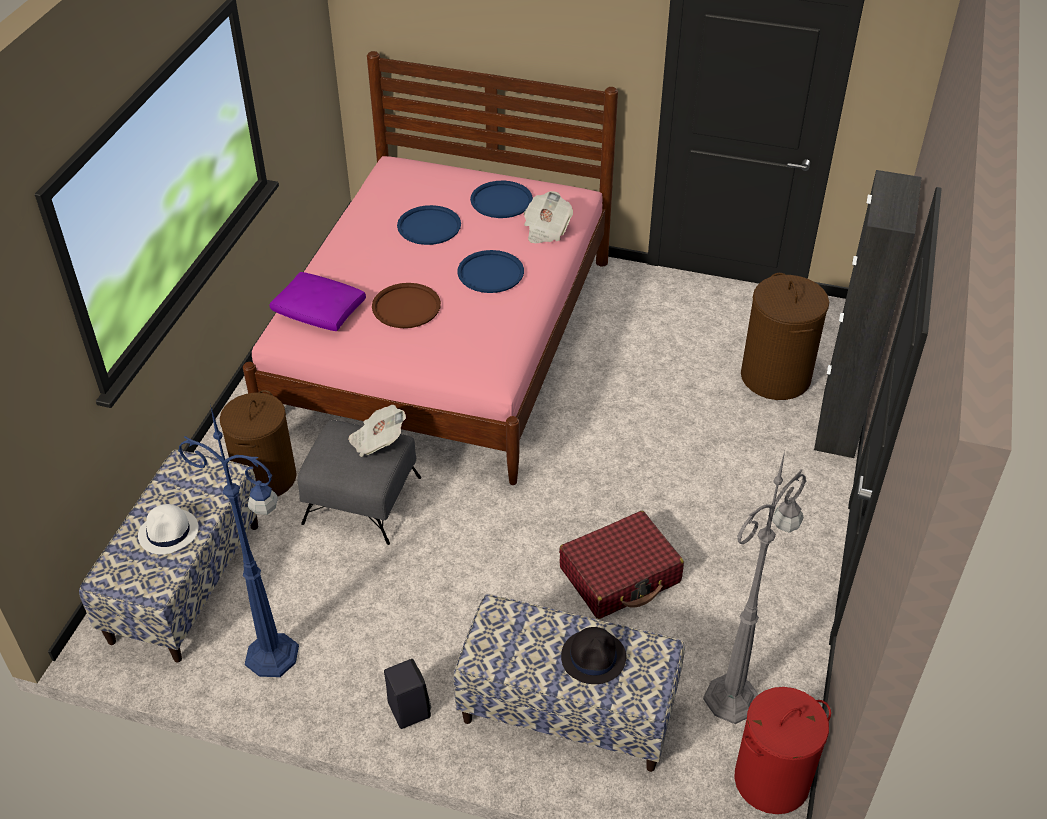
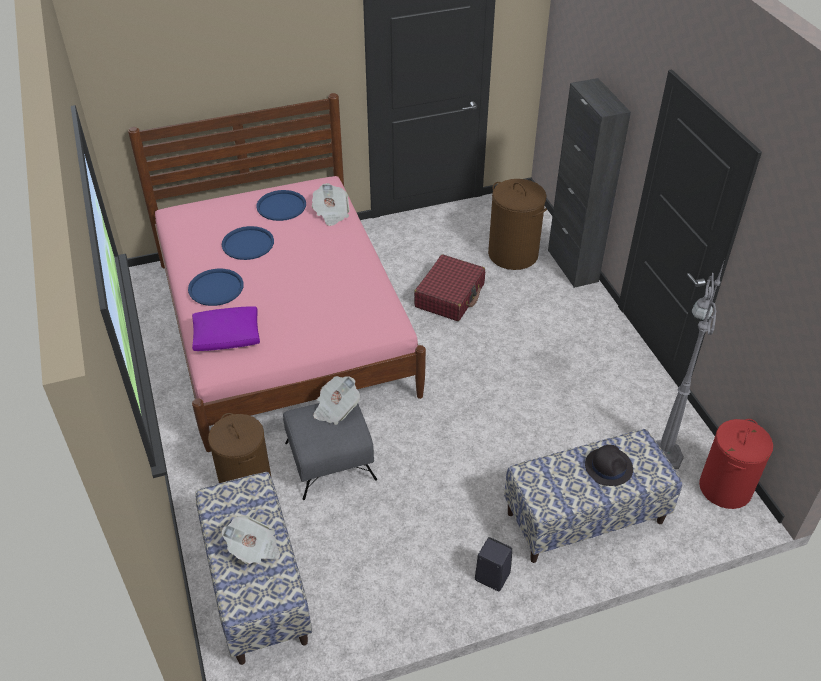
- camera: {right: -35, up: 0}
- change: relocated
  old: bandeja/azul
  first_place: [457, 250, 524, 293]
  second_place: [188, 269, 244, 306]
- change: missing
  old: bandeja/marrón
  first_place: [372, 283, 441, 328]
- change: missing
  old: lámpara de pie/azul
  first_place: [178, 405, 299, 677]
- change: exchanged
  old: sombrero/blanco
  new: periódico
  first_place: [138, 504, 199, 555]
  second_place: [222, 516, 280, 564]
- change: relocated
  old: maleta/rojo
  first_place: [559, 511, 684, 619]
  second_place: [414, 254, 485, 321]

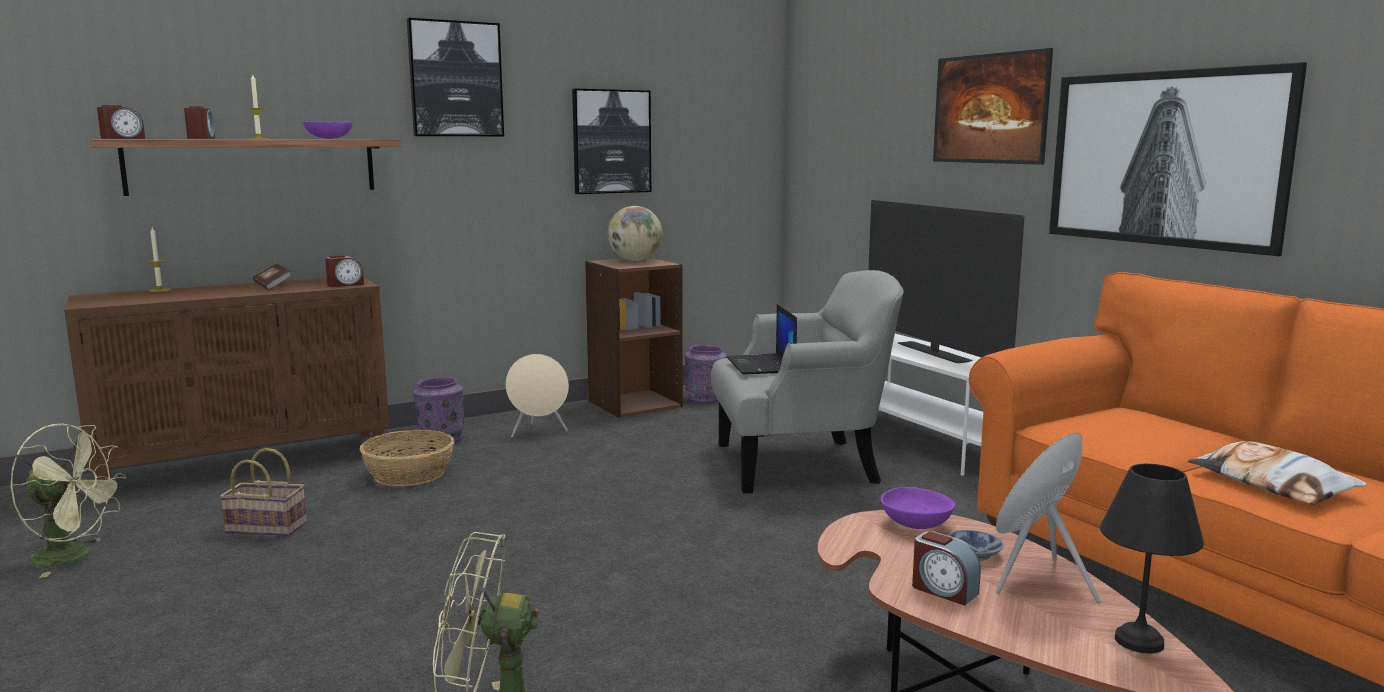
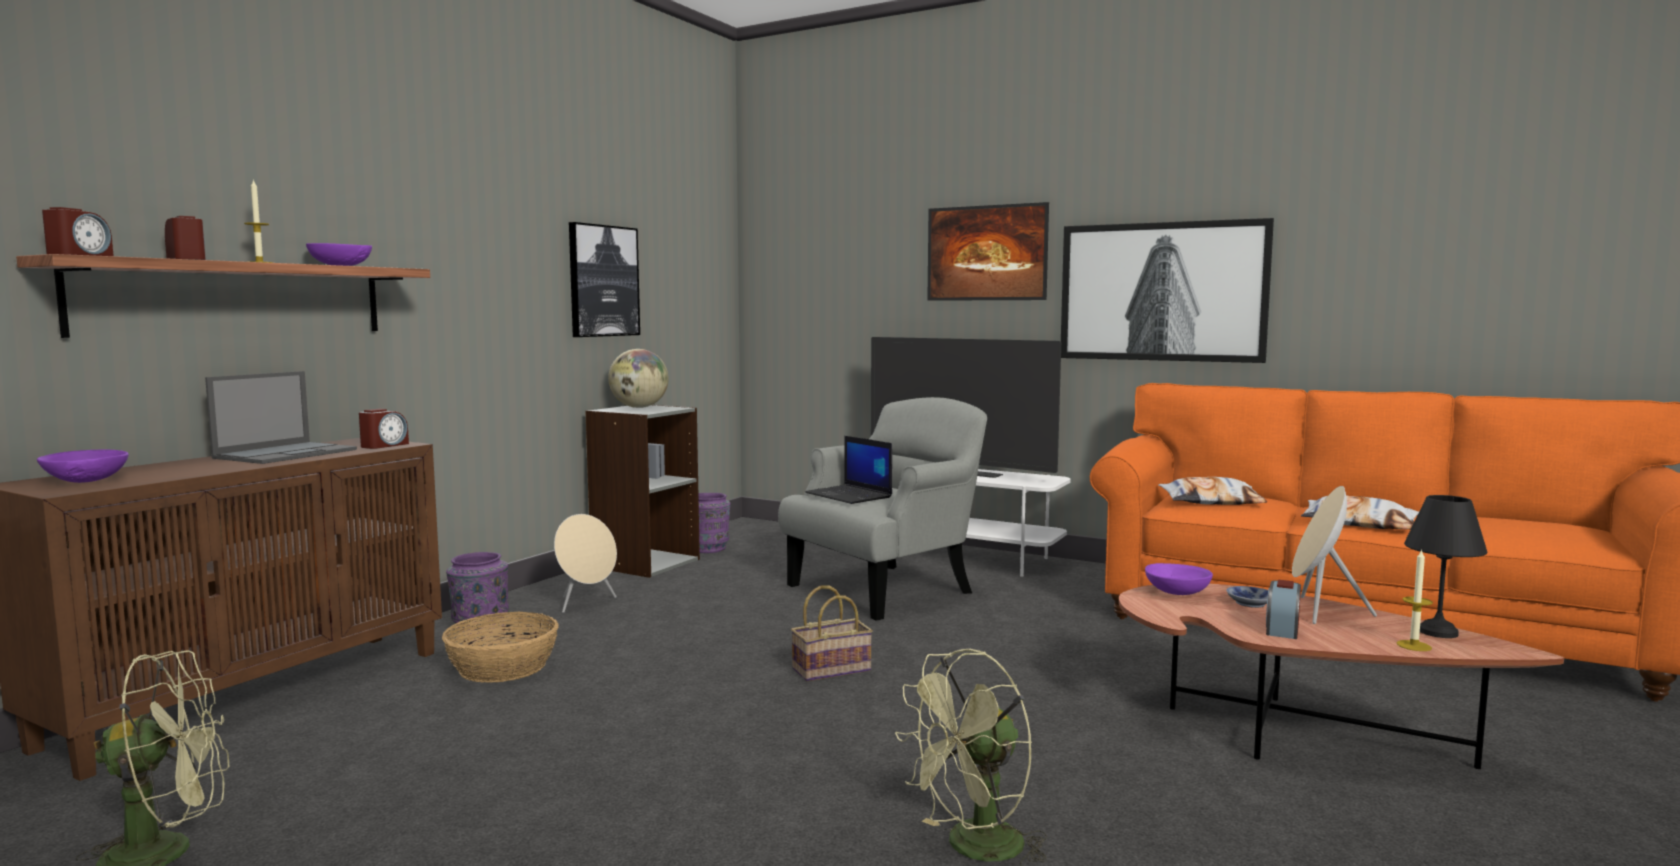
- camera: {right: -30, up: -5}
- change: missing
  old: cuadro
  first_place: [407, 18, 504, 136]
- change: relocated
  old: vela
  first_place: [147, 228, 171, 292]
  second_place: [1396, 549, 1433, 651]
- change: colour
  old: estantería/marrón
  new: estantería/gris
  first_place: [585, 257, 683, 418]
  second_place: [585, 405, 700, 578]
- change: exchanged
  old: libro
  new: portátil
  first_place: [253, 264, 292, 290]
  second_place: [205, 371, 357, 464]
- change: relocated
  old: cesta
  first_place: [220, 448, 307, 536]
  second_place: [791, 585, 873, 682]
- change: spun
  old: despertador
  first_place: [912, 531, 981, 606]
  second_place: [1266, 580, 1301, 639]
  degrees: 105
- change: appeared
  new: cuenco/morado
  second_place: [37, 450, 129, 483]
- change: appeared
  new: cojín
  second_place: [1158, 477, 1267, 505]

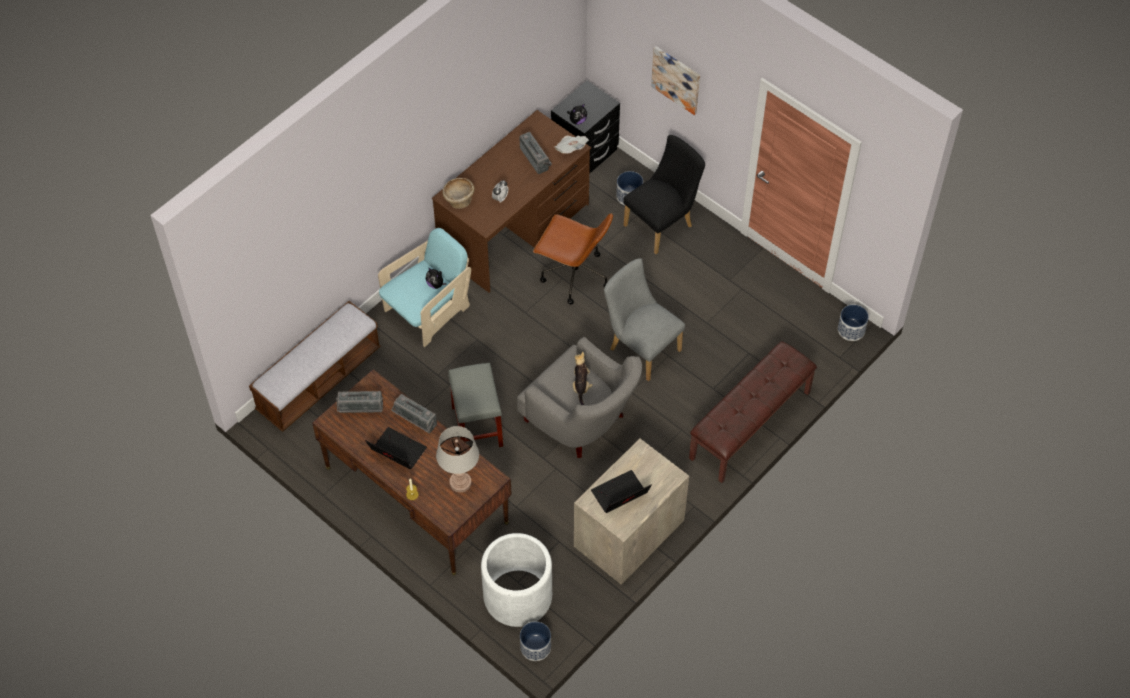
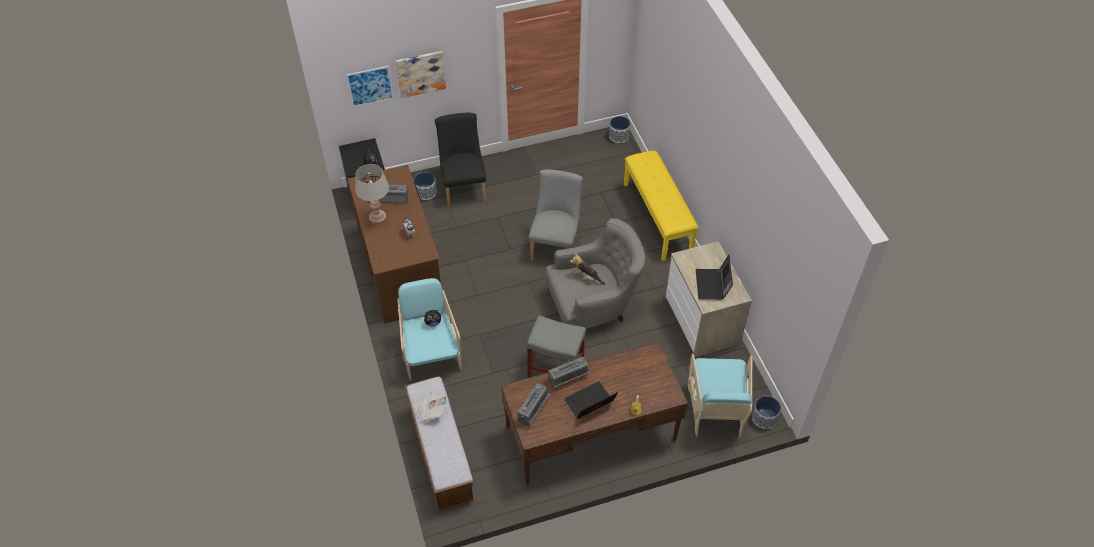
- camera: {right: -60, up: -5}
- change: relocated
  old: periódico
  first_place: [554, 135, 589, 154]
  second_place: [415, 391, 448, 422]
- change: missing
  old: cuenco/beis
  first_place: [442, 178, 475, 209]
- change: missing
  old: silla de oficina/marrón
  first_place: [533, 213, 613, 304]
- change: spun
  old: silla/gris
  first_place: [604, 258, 685, 381]
  second_place: [529, 169, 583, 261]
  degrees: 120
- change: colour
  old: banco/marrón
  new: banco/amarillo
  first_place: [689, 341, 817, 483]
  second_place: [624, 151, 698, 261]
- change: relocated
  old: lámpara de mesa/gris
  first_place: [436, 426, 479, 492]
  second_place: [355, 164, 389, 225]
- change: exchanged
  old: maceta/blanco
  new: sillón/turquesa
  first_place: [481, 533, 552, 627]
  second_place: [688, 354, 752, 438]
- change: appeared
  new: cuadro
  second_place: [346, 66, 394, 107]

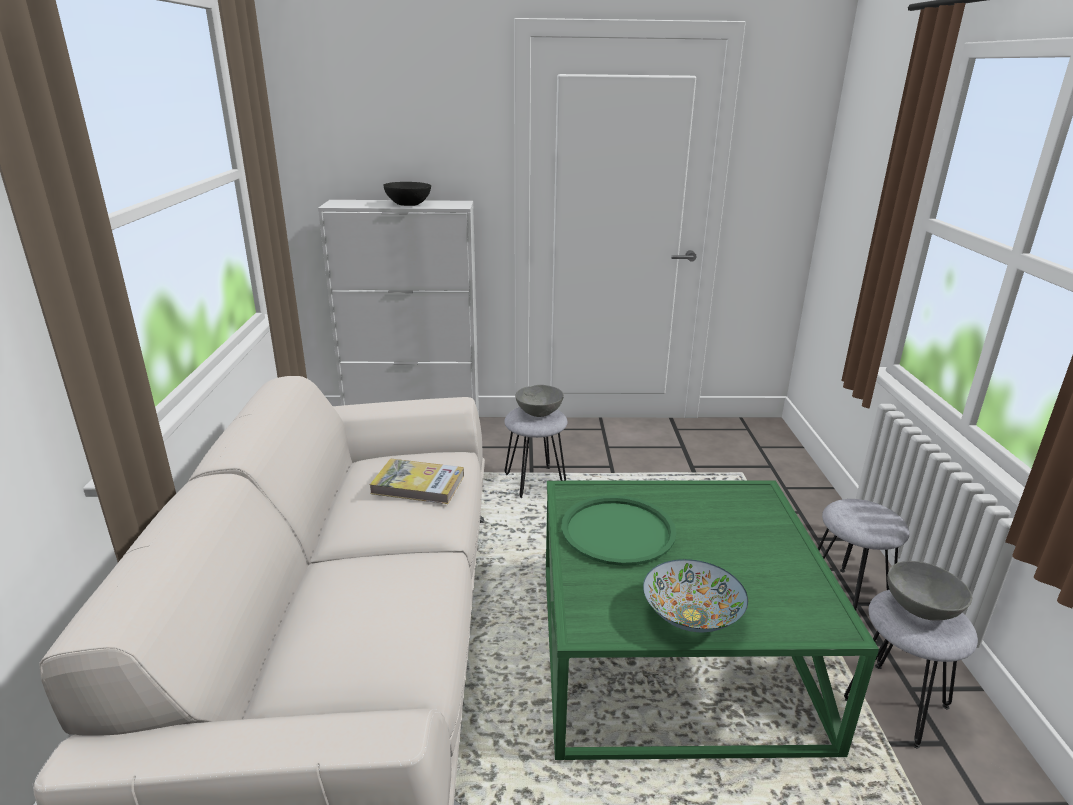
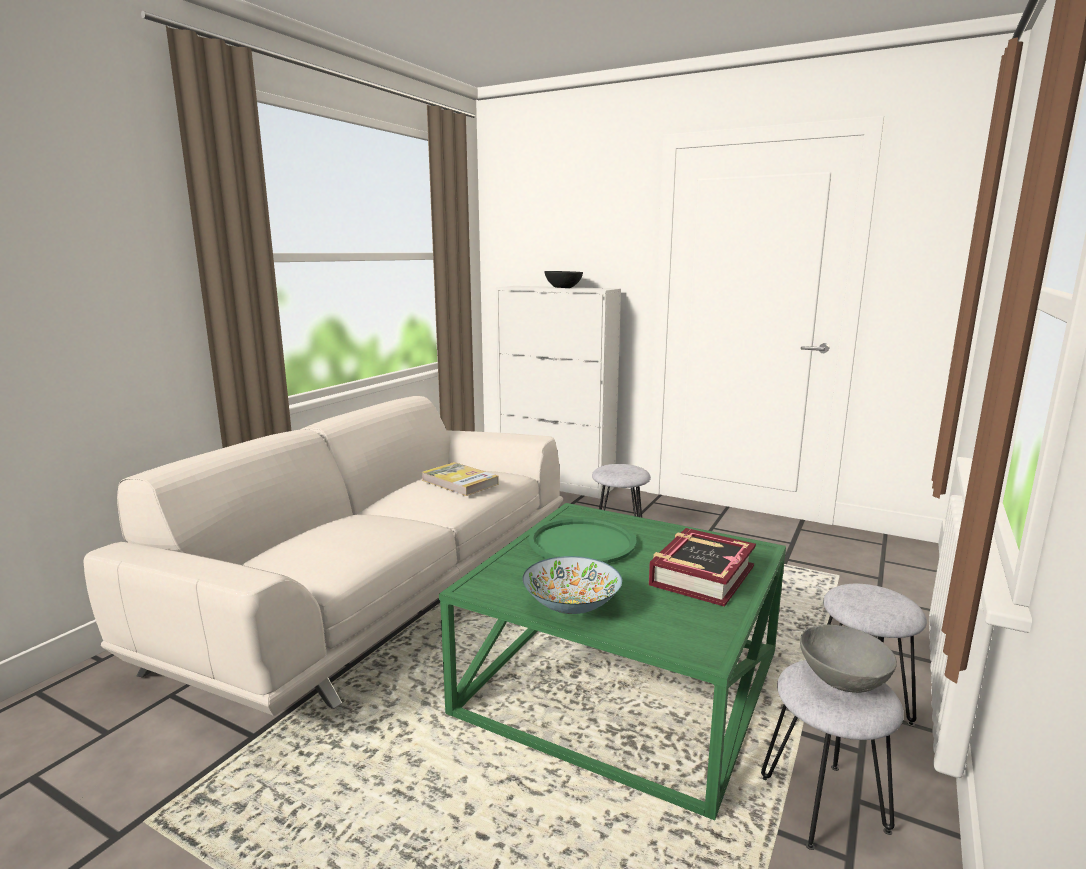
- camera: {right: 30, up: -10}
- change: missing
  old: cuenco/gris
  first_place: [515, 385, 564, 417]
- change: appeared
  new: libro
  second_place: [649, 528, 756, 607]

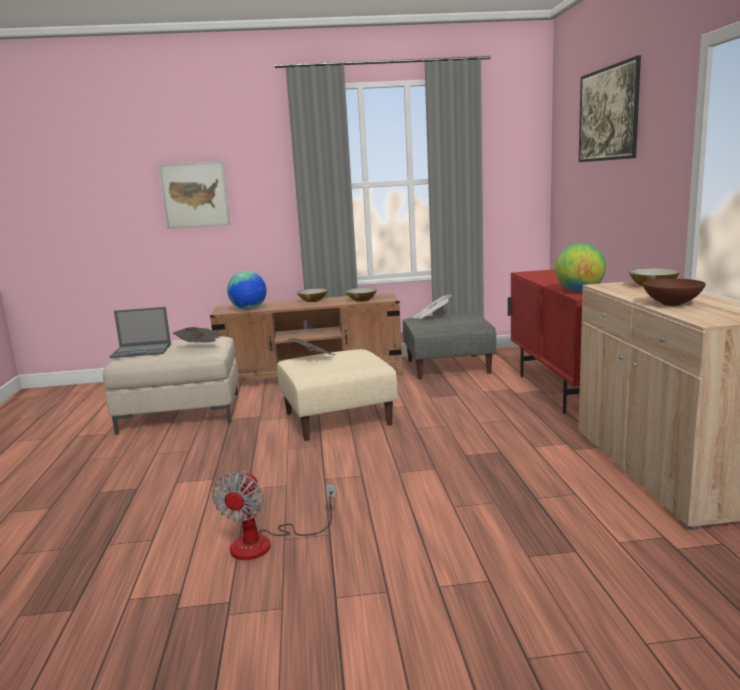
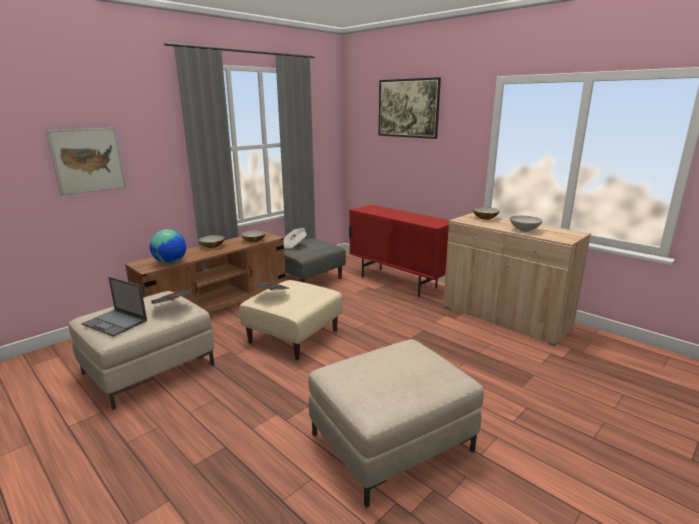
- camera: {right: -40, up: 5}
- change: missing
  old: globo terráqueo
  first_place: [555, 243, 606, 292]
- change: colour
  old: cuenco/marrón
  new: cuenco/blanco
  first_place: [642, 278, 706, 306]
  second_place: [510, 216, 543, 232]
- change: spun
  old: portátil
  first_place: [109, 307, 171, 358]
  second_place: [82, 277, 147, 337]
  degrees: 75
- change: exchanged
  old: ventilador
  new: puf/beis
  first_place: [212, 471, 337, 560]
  second_place: [308, 339, 484, 508]

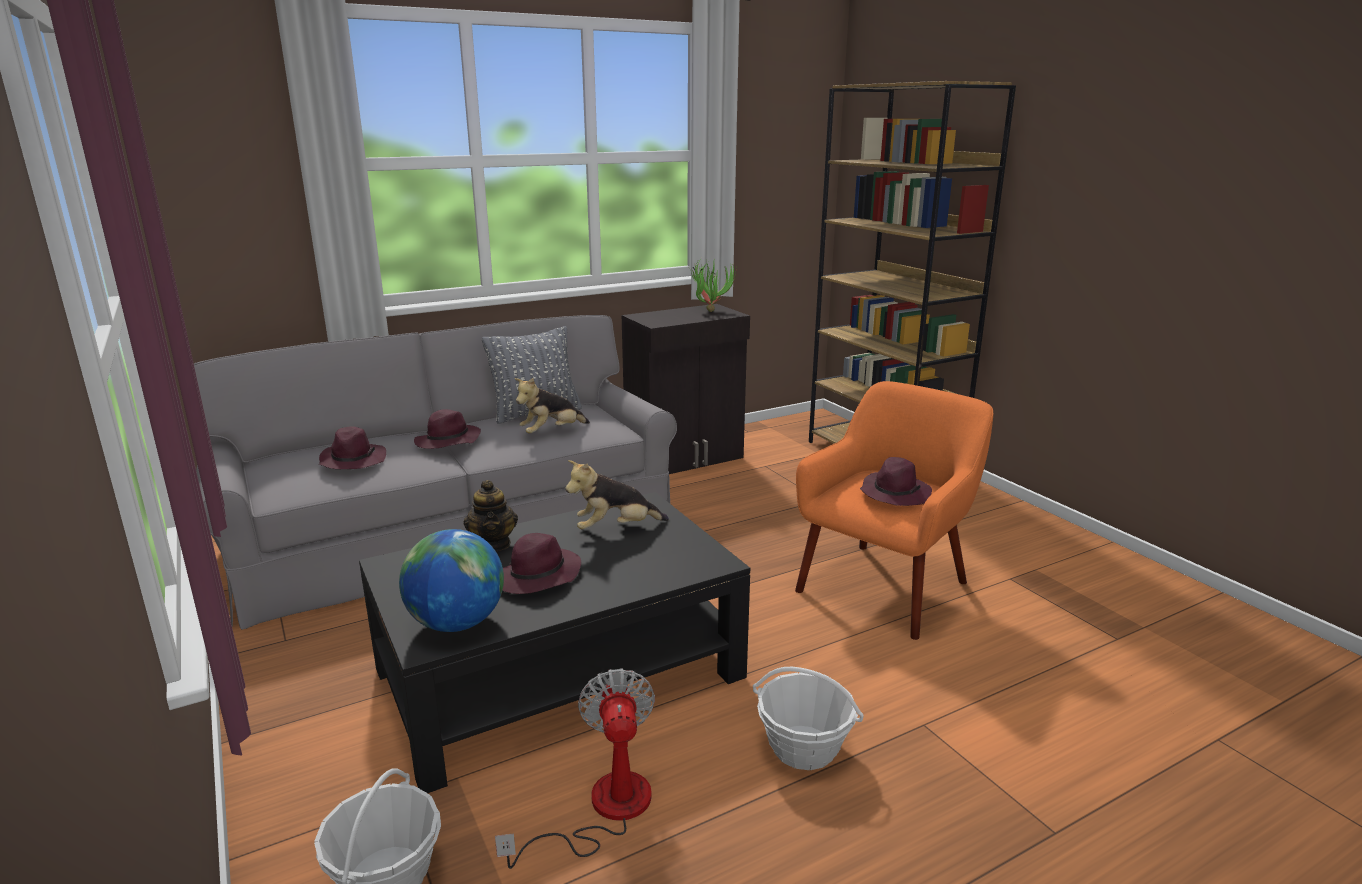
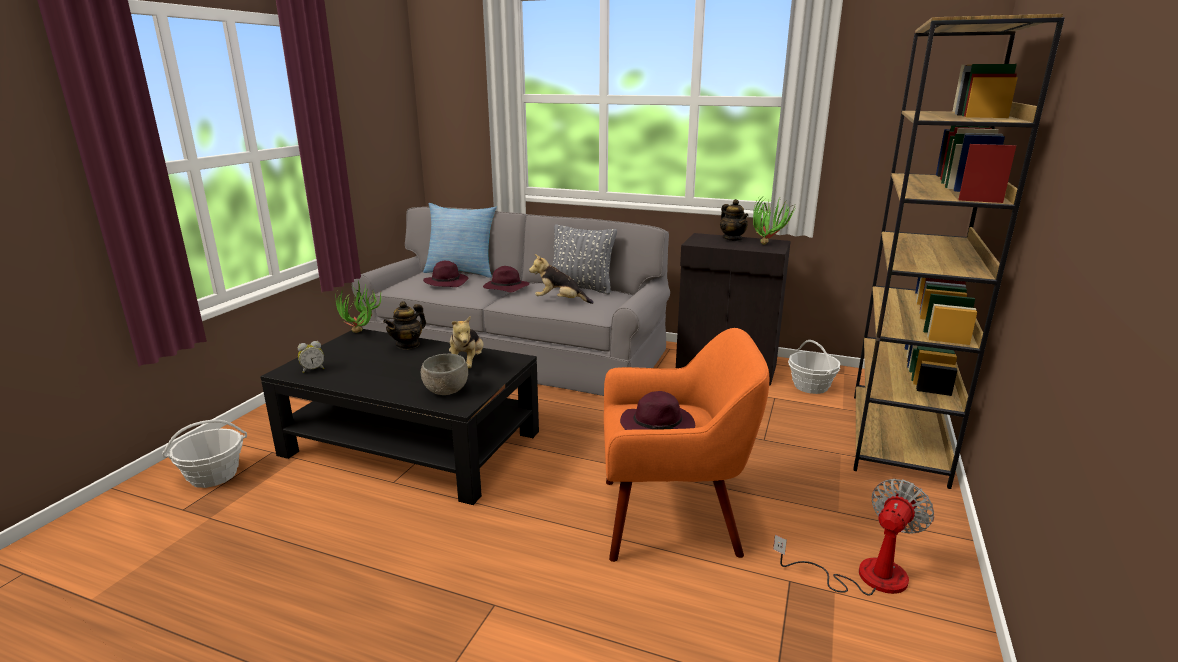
- camera: {right: 50, up: 0}
- change: spun
  old: peluche
  first_place: [565, 460, 669, 530]
  second_place: [449, 316, 483, 368]
  degrees: -120
- change: exchanged
  old: globo terráqueo
  new: despertador
  first_place: [399, 529, 504, 632]
  second_place: [298, 341, 325, 373]
- change: missing
  old: sombrero/morado
  first_place: [502, 533, 581, 594]
- change: relocated
  old: cesta
  first_place: [753, 667, 864, 770]
  second_place: [788, 340, 840, 394]
- change: relocated
  old: ventilador
  first_place: [495, 668, 655, 869]
  second_place: [773, 479, 934, 596]
- change: appeared
  new: tetera
  second_place: [720, 199, 749, 241]
- change: appeared
  new: cojín
  second_place: [423, 203, 497, 278]
- change: appeared
  new: planta en maceta
  second_place: [336, 280, 381, 333]
- change: appeared
  new: cuenco/gris
  second_place: [421, 354, 468, 395]

